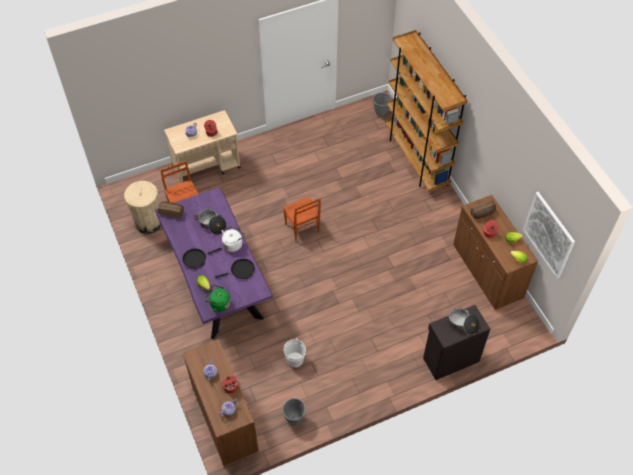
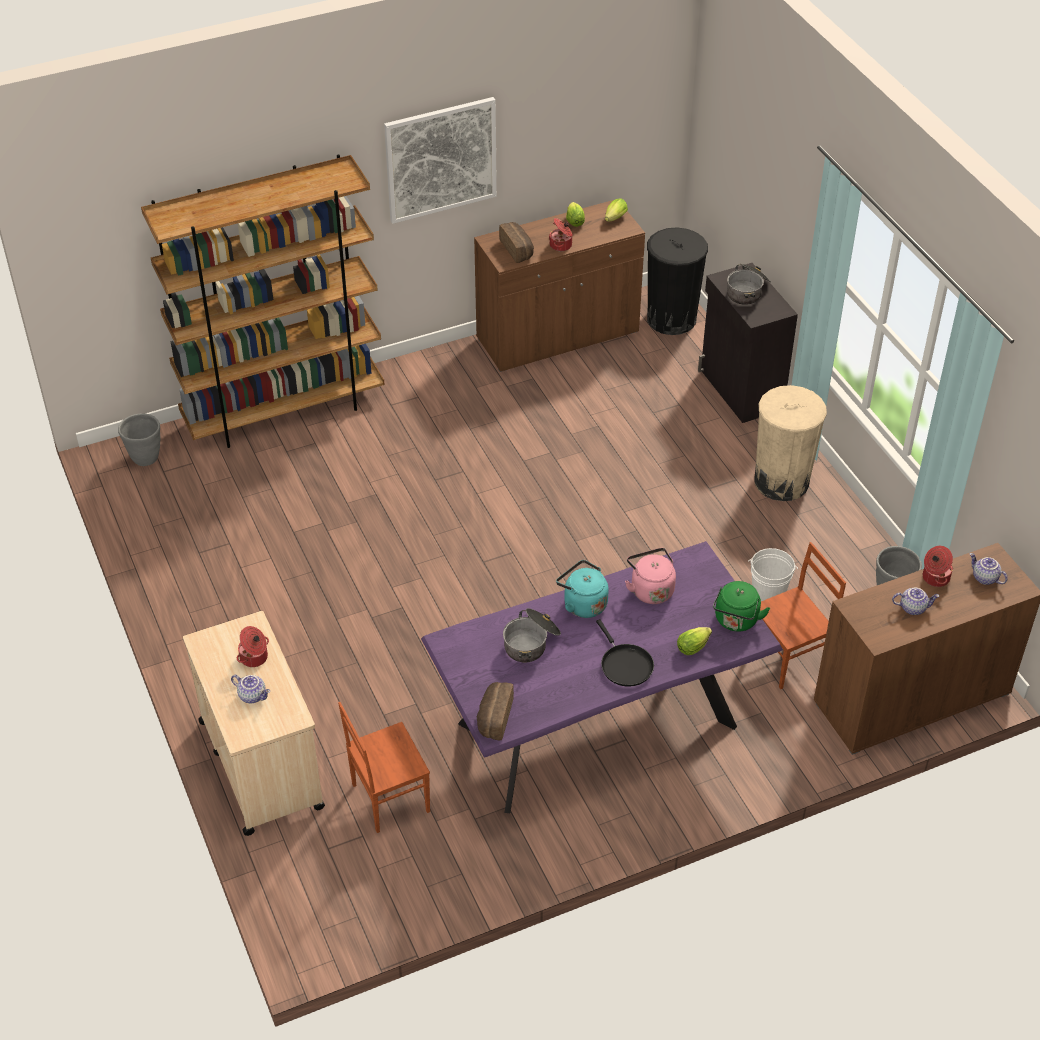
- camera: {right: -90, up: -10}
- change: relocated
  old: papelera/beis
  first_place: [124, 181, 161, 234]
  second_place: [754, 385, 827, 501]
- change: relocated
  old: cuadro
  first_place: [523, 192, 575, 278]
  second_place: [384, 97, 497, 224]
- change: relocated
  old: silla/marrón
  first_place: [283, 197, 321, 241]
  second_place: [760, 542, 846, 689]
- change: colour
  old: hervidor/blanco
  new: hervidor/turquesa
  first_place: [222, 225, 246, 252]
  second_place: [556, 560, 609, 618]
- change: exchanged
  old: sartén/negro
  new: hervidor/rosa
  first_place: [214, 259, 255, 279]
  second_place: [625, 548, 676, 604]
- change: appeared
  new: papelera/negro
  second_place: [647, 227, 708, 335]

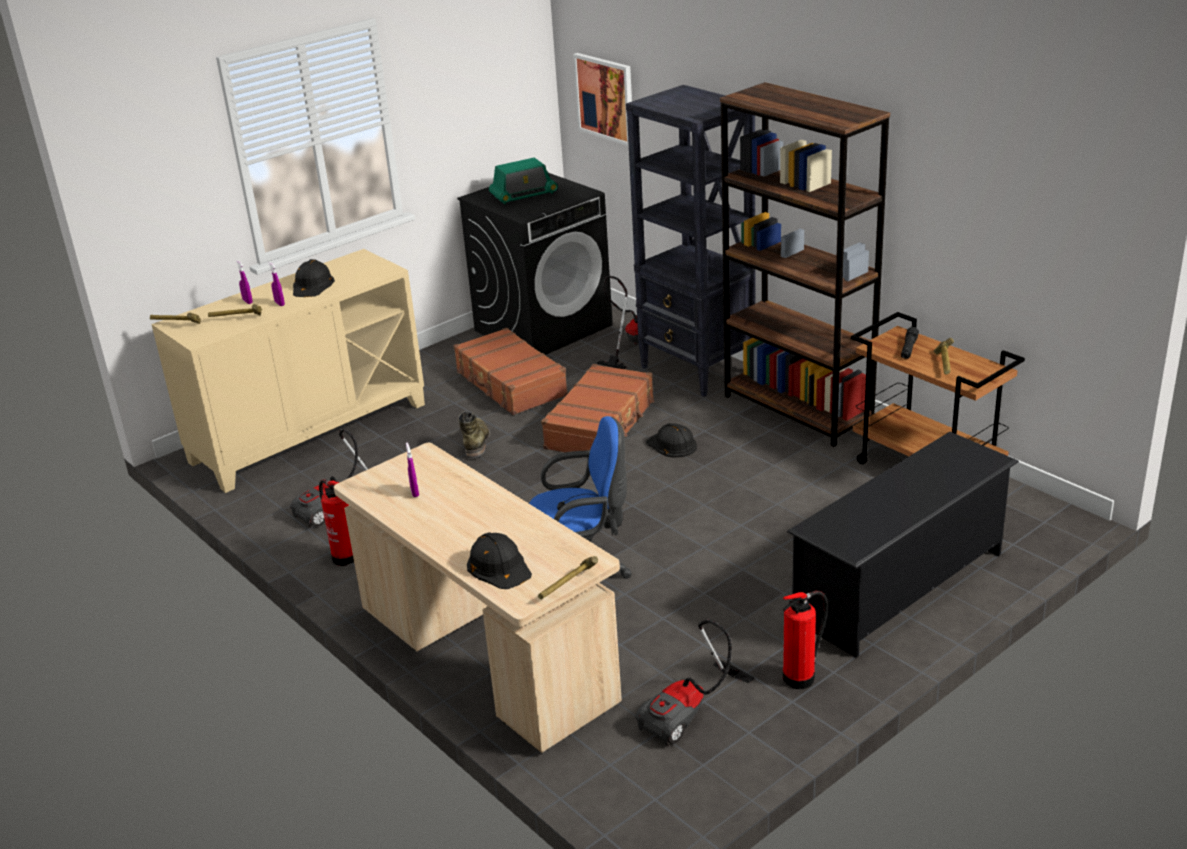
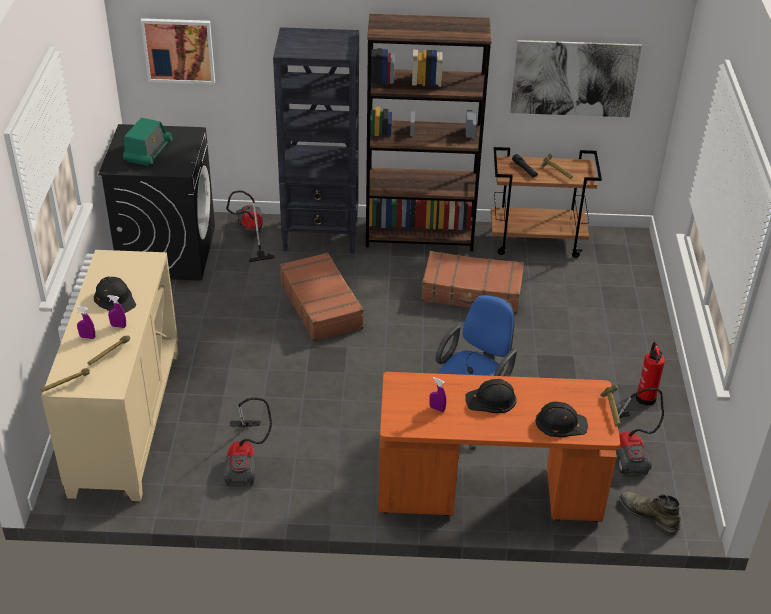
- camera: {right: -50, up: 10}
- change: relocated
  old: maleta/marrón
  first_place: [453, 328, 568, 415]
  second_place: [421, 251, 524, 314]
- change: relocated
  old: bota/verde
  first_place: [458, 411, 490, 458]
  second_place: [619, 492, 681, 533]
- change: relocated
  old: casco/negro
  first_place: [646, 423, 697, 457]
  second_place: [465, 379, 516, 413]
- change: missing
  old: zapatero/negro
  first_place: [787, 432, 1019, 658]
- change: colour
  old: escritorio/beis
  new: escritorio/naranja
  first_place: [334, 443, 622, 753]
  second_place: [378, 372, 620, 522]
- change: missing
  old: extintor
  first_place: [319, 479, 354, 566]
- change: appeared
  new: cuadro
  second_place: [510, 40, 642, 117]

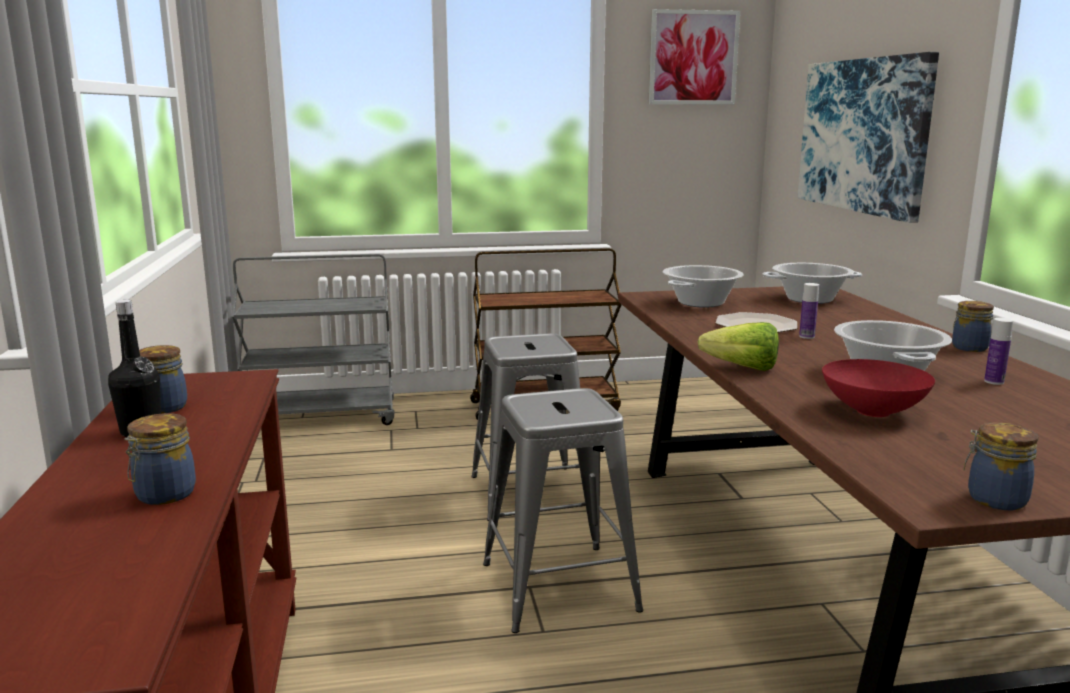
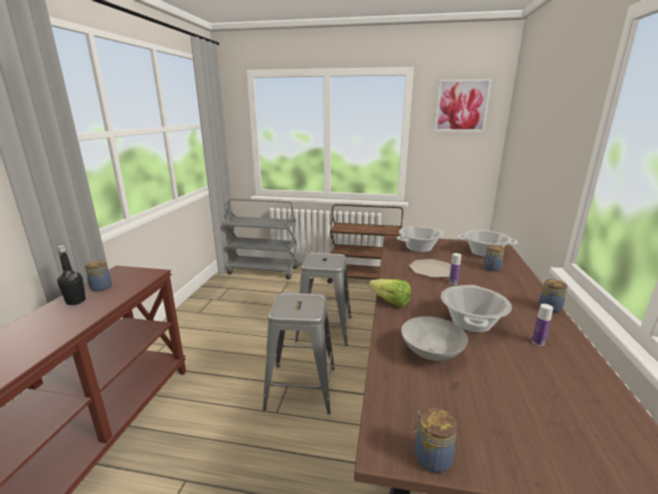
- camera: {right: 20, up: 5}
- change: missing
  old: cuadro
  first_place: [798, 52, 939, 223]
- change: colour
  old: cuenco/rojo
  new: cuenco/gris
  first_place: [822, 359, 935, 417]
  second_place: [401, 316, 468, 361]
- change: relocated
  old: tarro
  first_place: [124, 413, 196, 505]
  second_place: [484, 245, 504, 271]

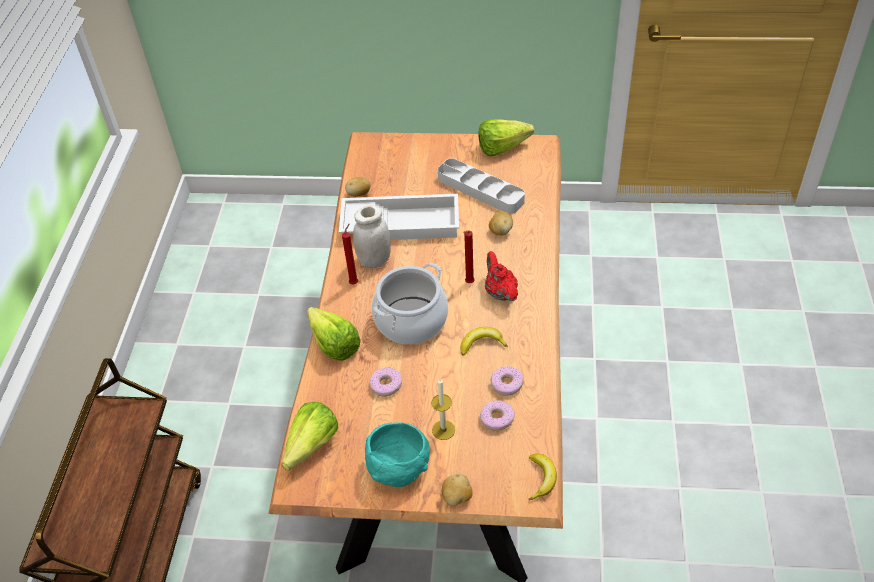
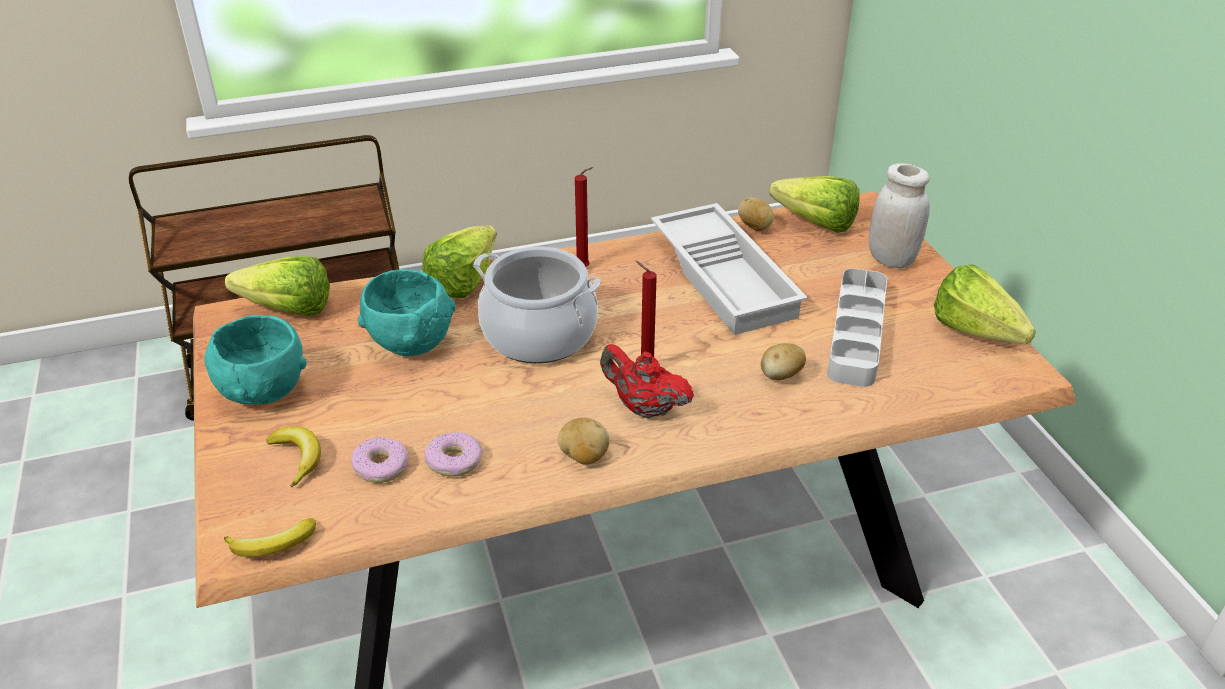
- camera: {right: 65, up: -10}
- change: relocated
  old: tarro/blanco
  first_place: [353, 205, 391, 268]
  second_place: [869, 163, 930, 268]
- change: spun
  old: tetera/rojo
  first_place: [485, 251, 518, 301]
  second_place: [600, 344, 694, 419]
  degrees: -105
- change: relocated
  old: plátano
  first_place: [460, 327, 508, 356]
  second_place: [266, 426, 321, 487]
- change: exchanged
  old: rosquilla
  new: cuenco/turquesa
  first_place: [369, 367, 402, 396]
  second_place: [357, 269, 456, 356]
- change: missing
  old: vela
  first_place: [431, 378, 455, 440]
- change: relocated
  old: patata
  first_place: [442, 474, 473, 506]
  second_place: [558, 418, 610, 465]
- change: appeared
  new: lechuga
  second_place: [770, 176, 860, 233]

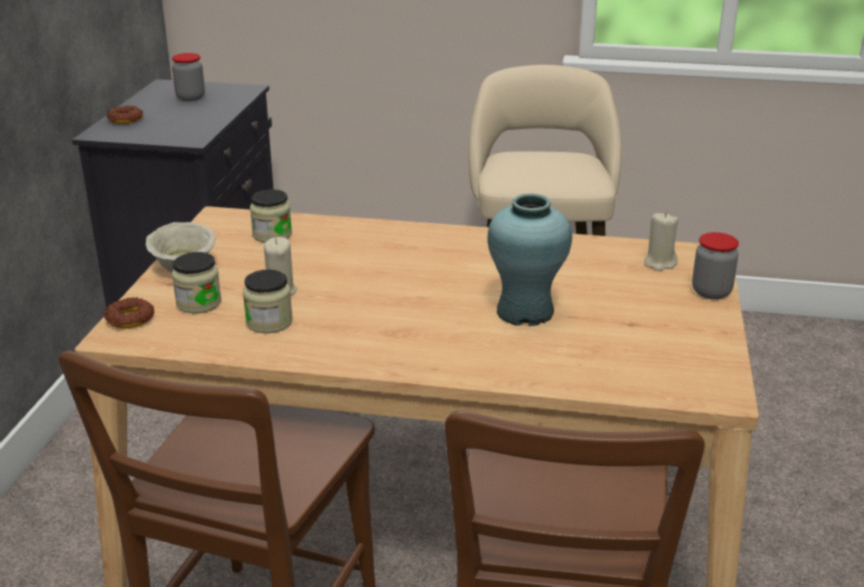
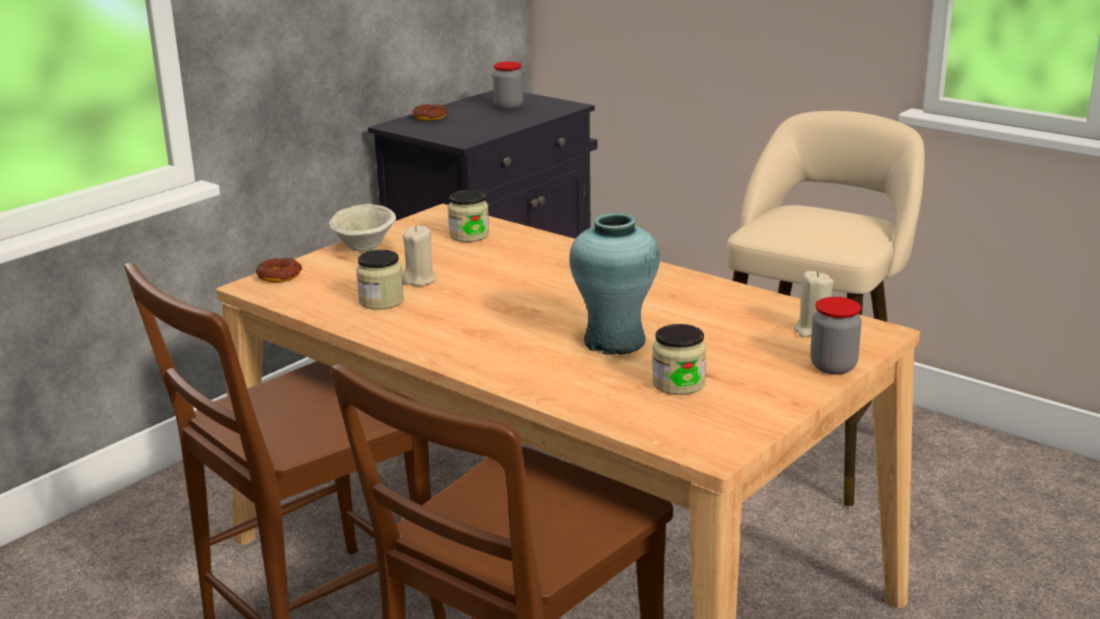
- camera: {right: 30, up: -5}
- change: relocated
  old: tarro
  first_place: [172, 252, 222, 313]
  second_place: [652, 324, 706, 395]

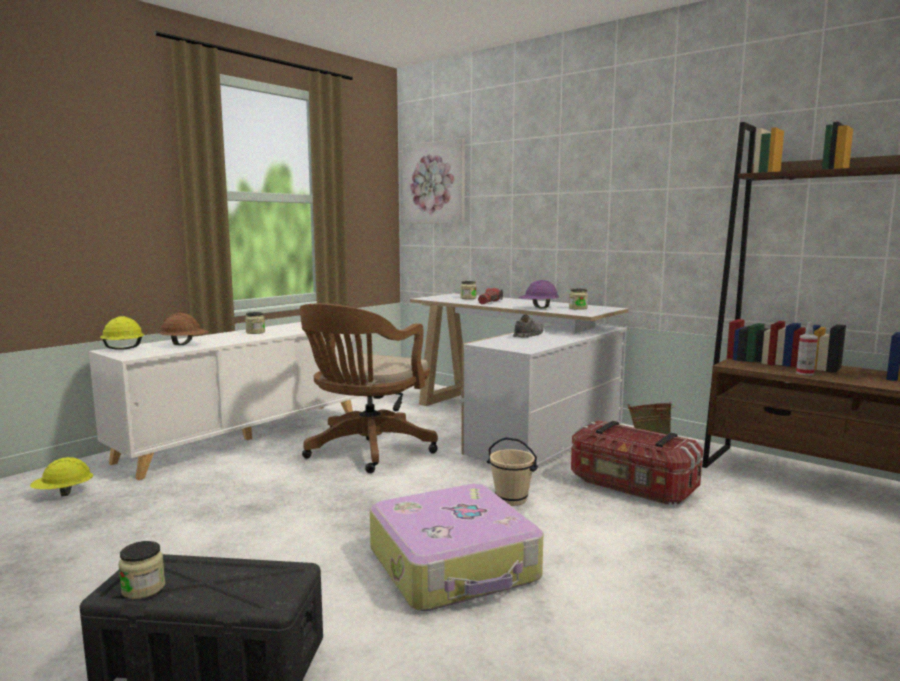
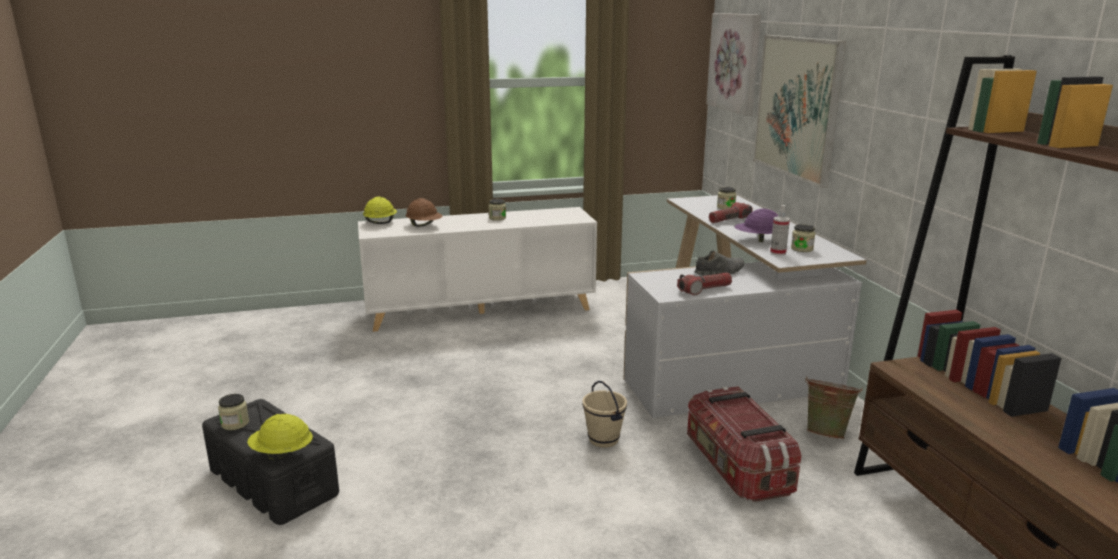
- camera: {right: 35, up: 10}
- change: missing
  old: silla de oficina/marrón
  first_place: [300, 303, 438, 473]
- change: relocated
  old: pulverizador
  first_place: [796, 322, 818, 376]
  second_place: [770, 205, 790, 255]
- change: relocated
  old: casco/amarillo
  first_place: [30, 457, 93, 496]
  second_place: [247, 414, 313, 461]
- change: missing
  old: maleta
  first_place: [370, 484, 543, 611]
- change: appeared
  new: cuadro
  second_place: [753, 35, 846, 188]
- change: appeared
  new: linterna
  second_place: [677, 272, 732, 295]

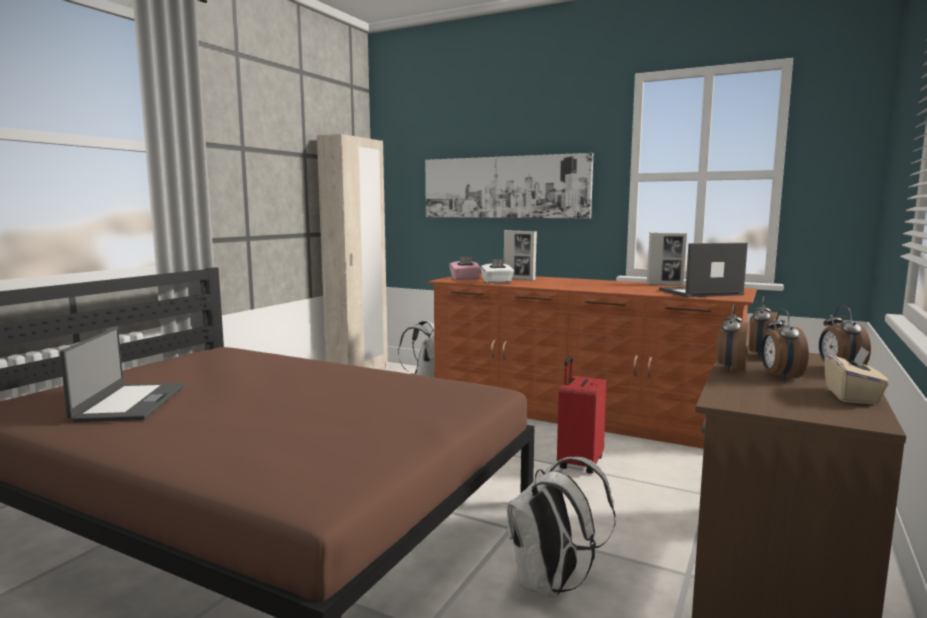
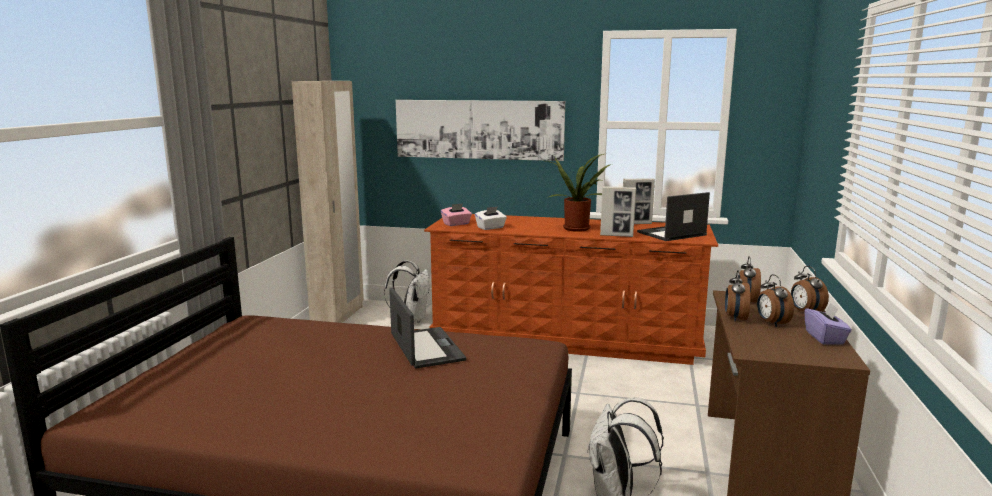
- camera: {right: -15, up: 5}
- change: relocated
  old: portarretratos
  first_place: [504, 230, 537, 280]
  second_place: [600, 186, 636, 237]
- change: relocated
  old: portátil
  first_place: [60, 327, 184, 422]
  second_place: [389, 287, 466, 369]
- change: colour
  old: caja de pañuelos/beis
  new: caja de pañuelos/morado
  first_place: [824, 346, 889, 405]
  second_place: [804, 303, 852, 344]
- change: missing
  old: maleta/rojo
  first_place: [557, 356, 607, 474]
- change: appeared
  new: planta en maceta
  second_place: [546, 153, 611, 232]

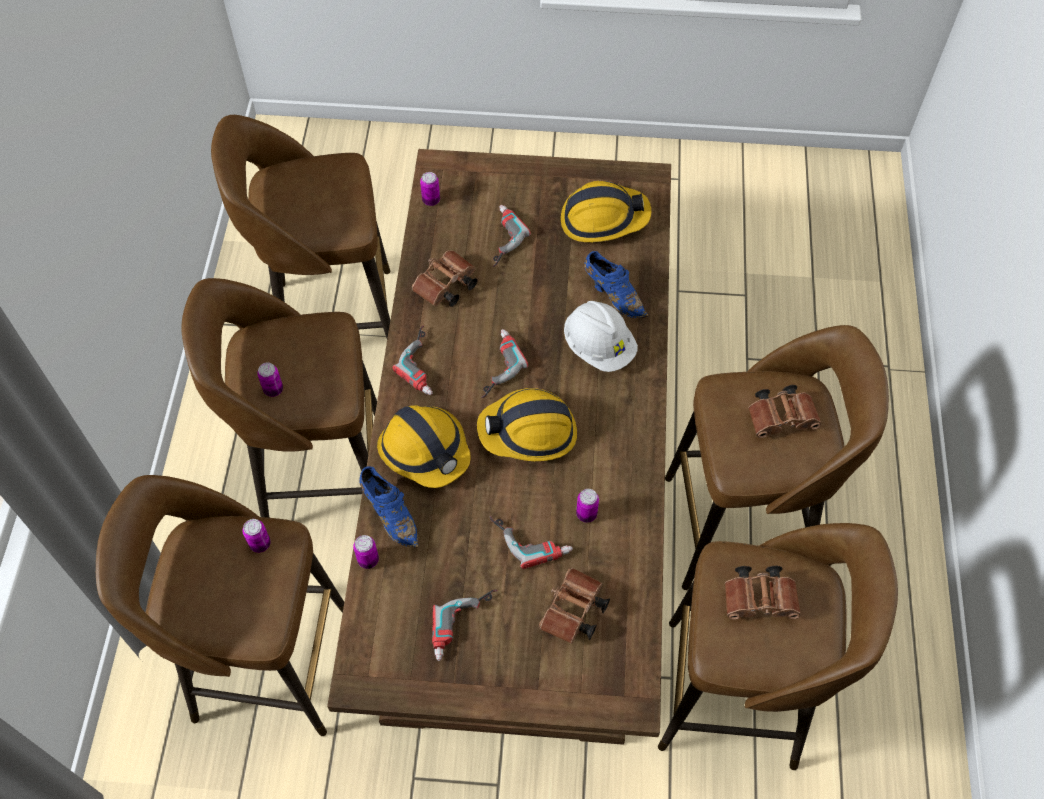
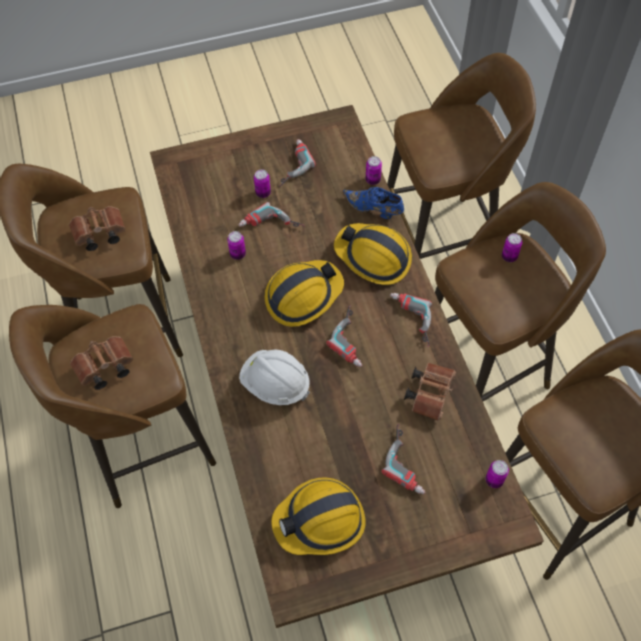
- camera: {right: 160, up: 0}
- change: missing
  old: zapato/azul
  first_place: [584, 251, 648, 318]
- change: relocated
  old: lata
  first_place: [243, 519, 271, 553]
  second_place: [254, 169, 271, 198]
- change: missing
  old: prismáticos/marrón
  first_place: [538, 568, 610, 644]

